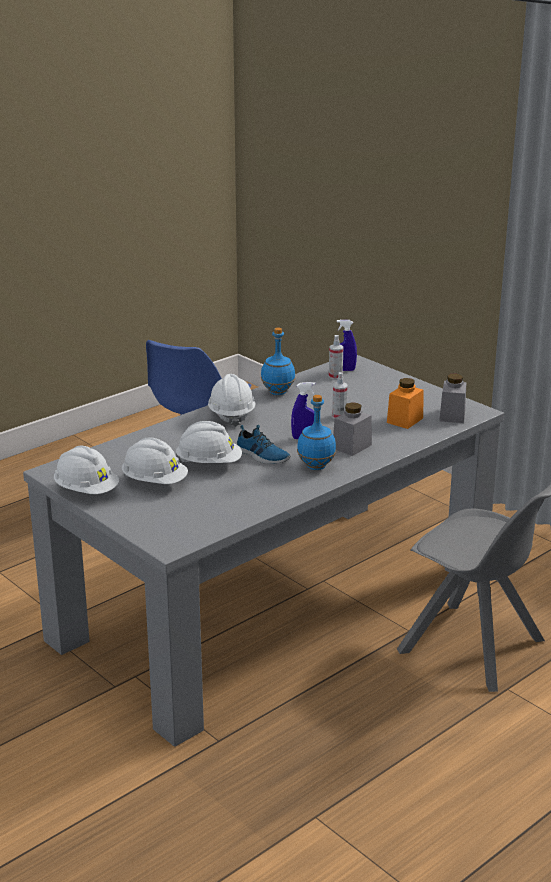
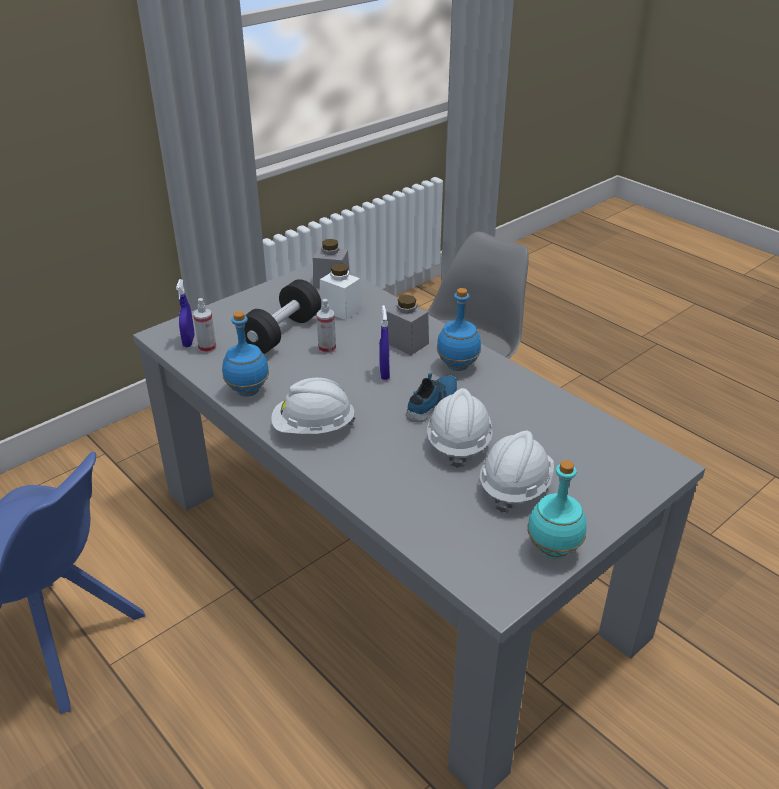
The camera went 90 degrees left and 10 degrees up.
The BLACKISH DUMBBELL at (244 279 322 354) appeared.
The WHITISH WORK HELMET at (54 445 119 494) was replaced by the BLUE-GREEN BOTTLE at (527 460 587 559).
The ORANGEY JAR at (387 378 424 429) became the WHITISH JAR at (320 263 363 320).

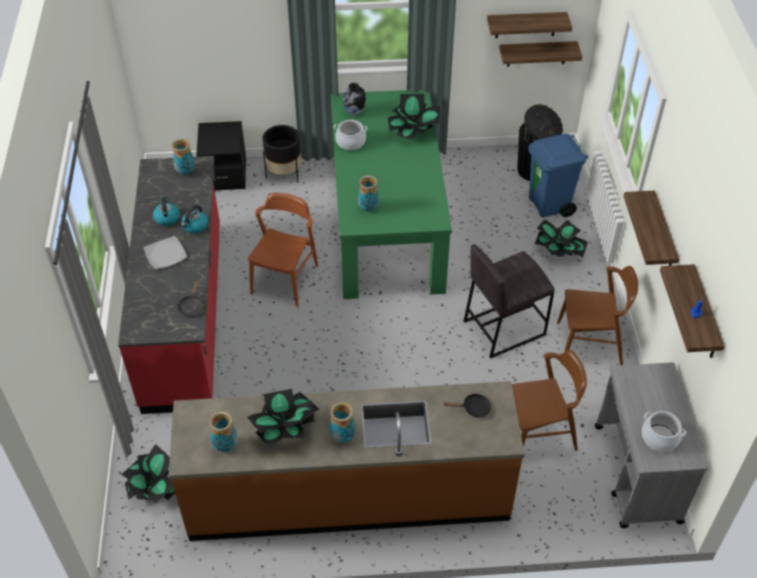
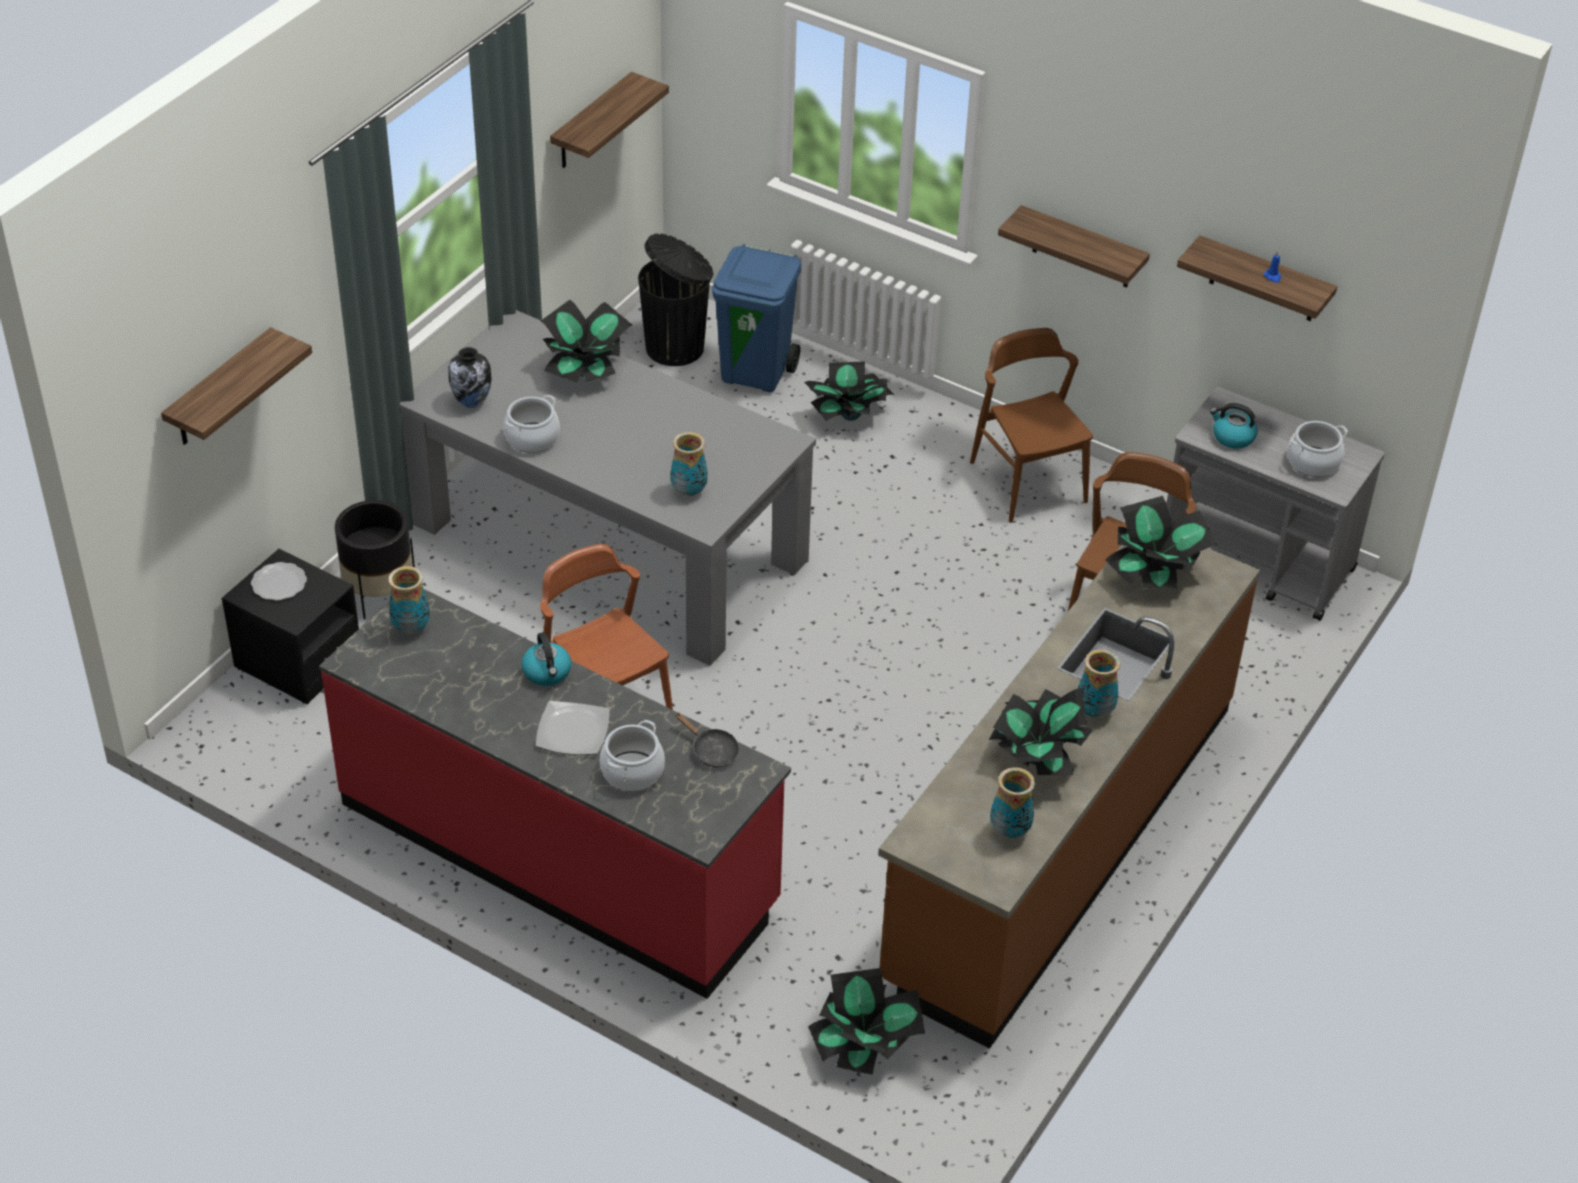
The camera went 55 degrees left and 5 degrees down.
The GRAY STOOL SEAT at (463 244 555 358) disappeared.
The PLATE at (251 562 307 601) appeared.
The STOCKPOT at (599 720 665 791) appeared.
The KETTLE moved from (153 196 180 226) to (1210 403 1258 449).
The WALL SHELF moved from (499 41 582 66) to (161 327 312 445).
The BLACKISH PAN at (443 394 491 418) was replaced by the PLANT IN A POT at (1105 496 1217 590).
The GREEN-COLOURED KITCHEN TABLE at (331 90 452 299) became the GRAY KITCHEN TABLE at (400 310 816 666).
The BROWN-COLOURED UPRIGHT CHAIR at (557 266 638 365) turned 60 degrees counterclockwise.

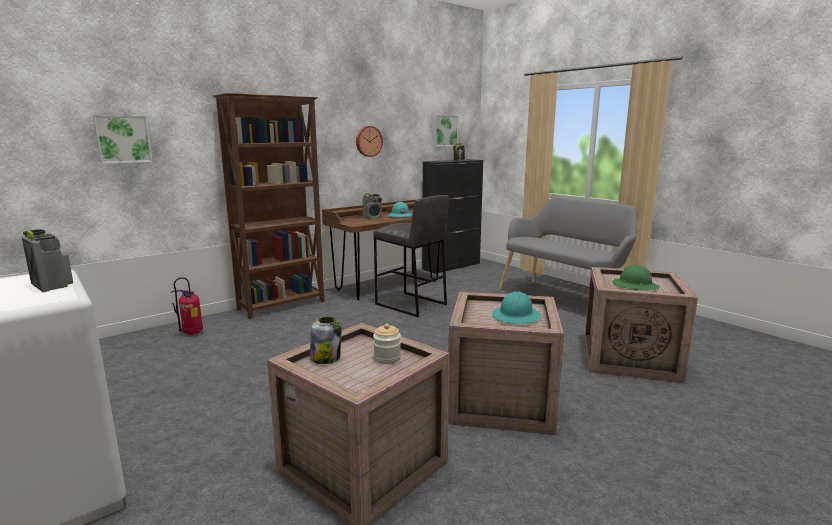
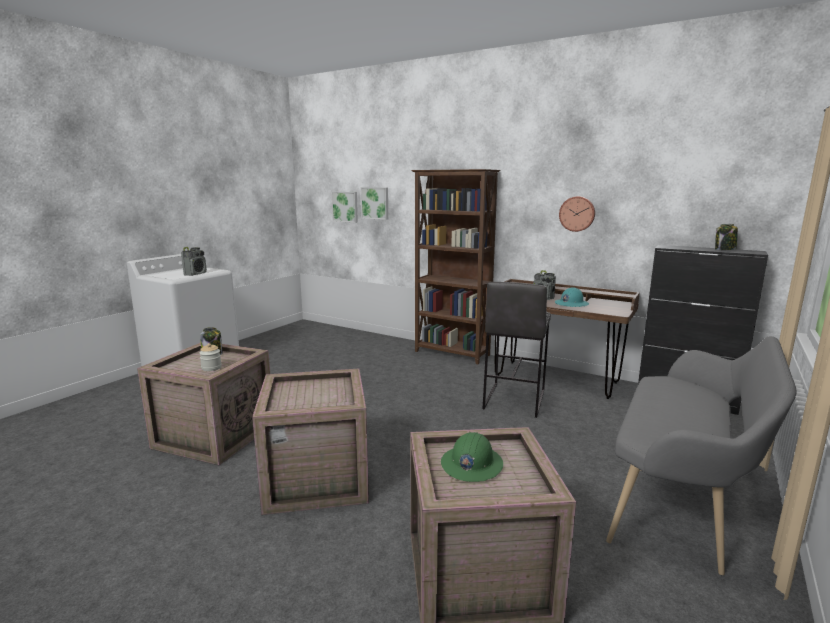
The camera went 70 degrees right and 0 degrees up.
The EXTINGUISHER at (171 277 203 335) disappeared.
The BLUE-GREEN WORK HELMET at (492 291 541 324) disappeared.
The WALL ART moved from (433 115 458 147) to (331 192 358 223).

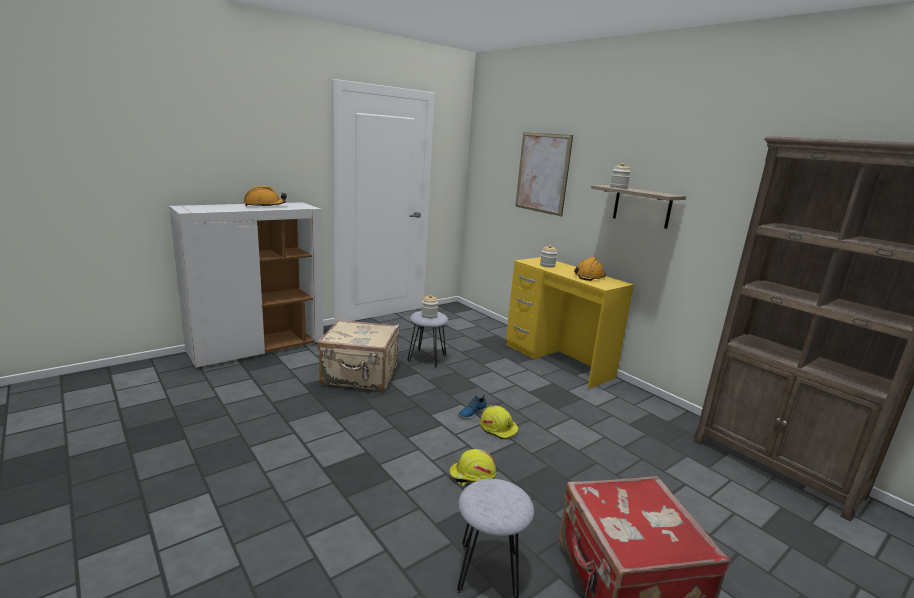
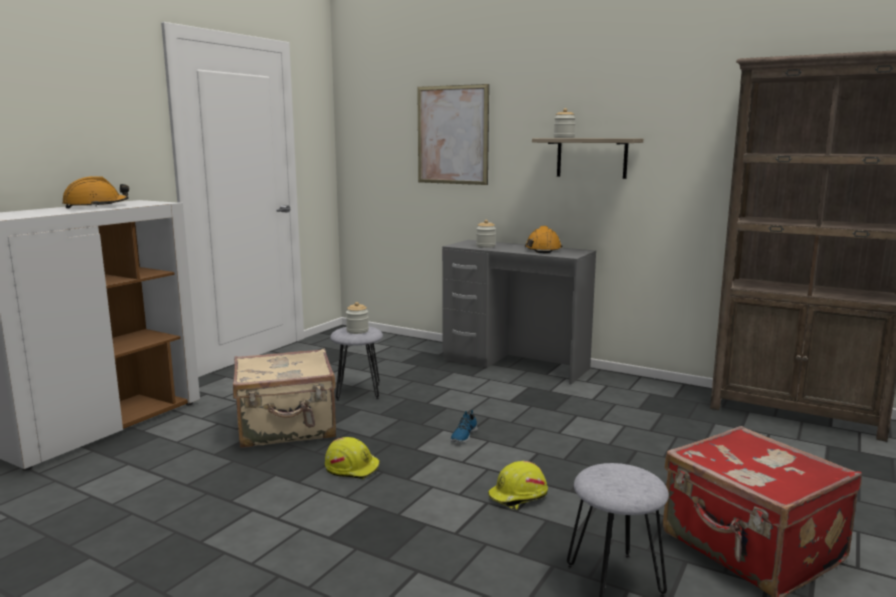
The camera went 20 degrees left and 5 degrees down.
The YELLOWISH WORK HELMET moved from (480 406 519 440) to (325 437 380 479).
The YELLOWISH DESK TABLE at (506 257 634 389) became the GRAY DESK TABLE at (442 240 596 385).

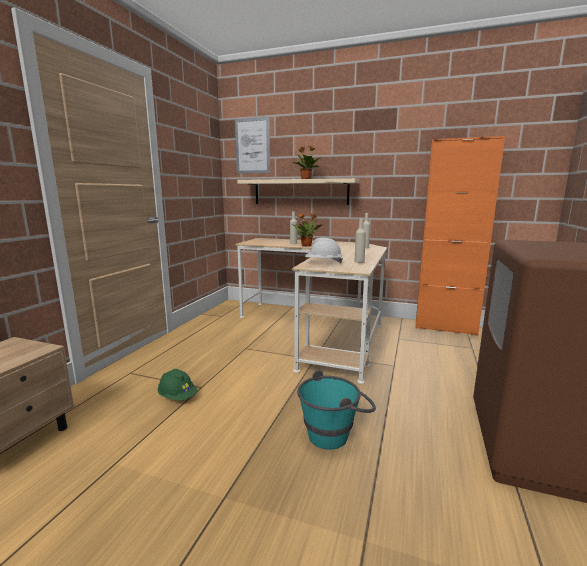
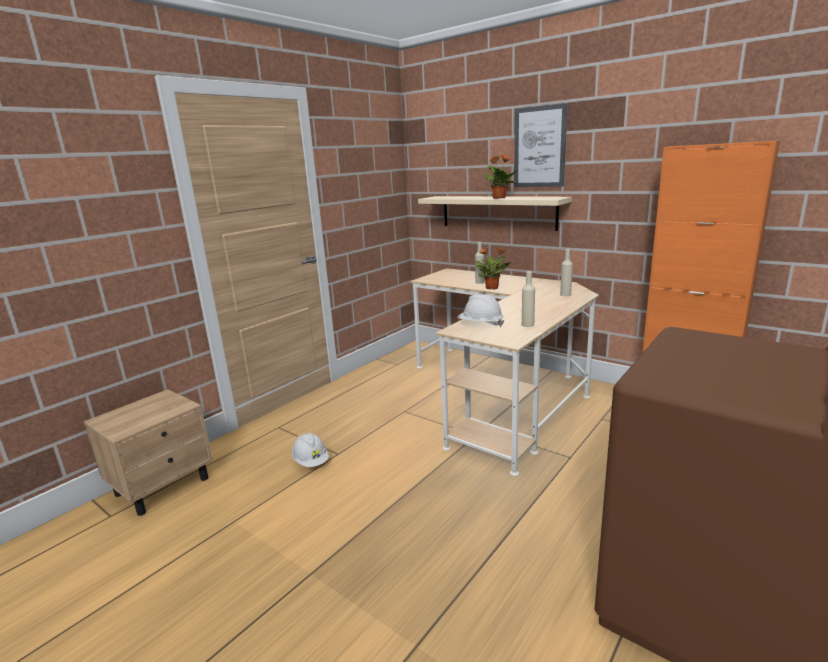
The camera went 20 degrees right and 5 degrees up.
The BLUE-GREEN WATER BUCKET at (297 370 376 450) disappeared.
The WALL ART moved from (235 117 270 174) to (514 103 567 187).
The GREEN-COLOURED WORK HELMET at (158 369 197 401) became the WHITISH WORK HELMET at (292 433 329 467).

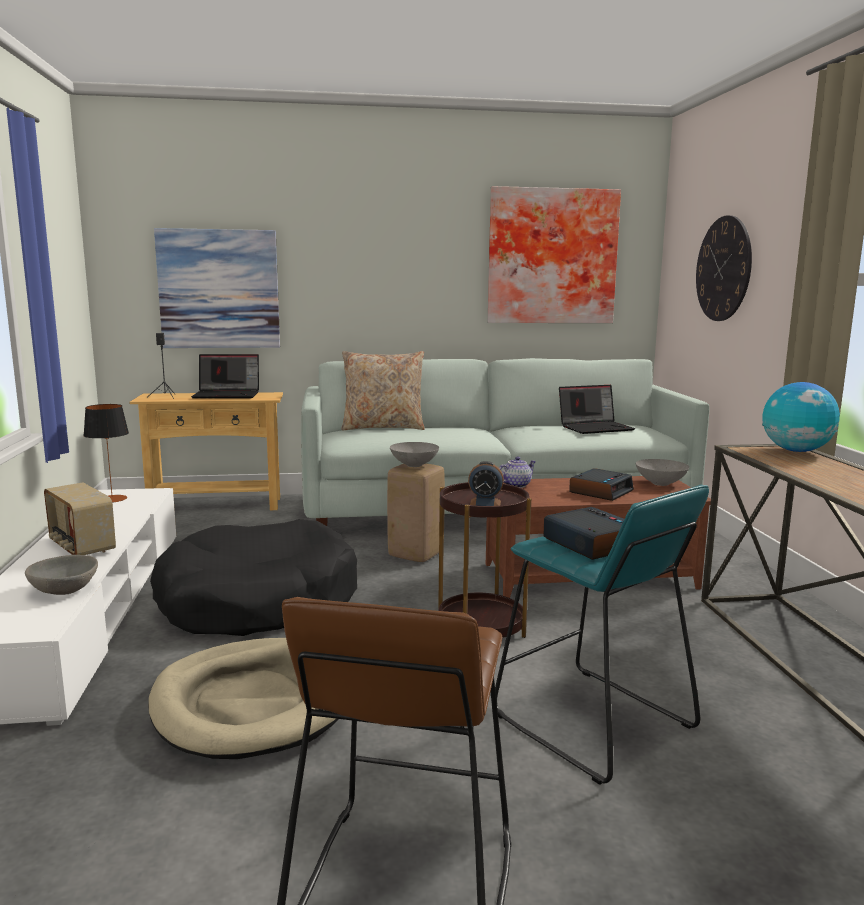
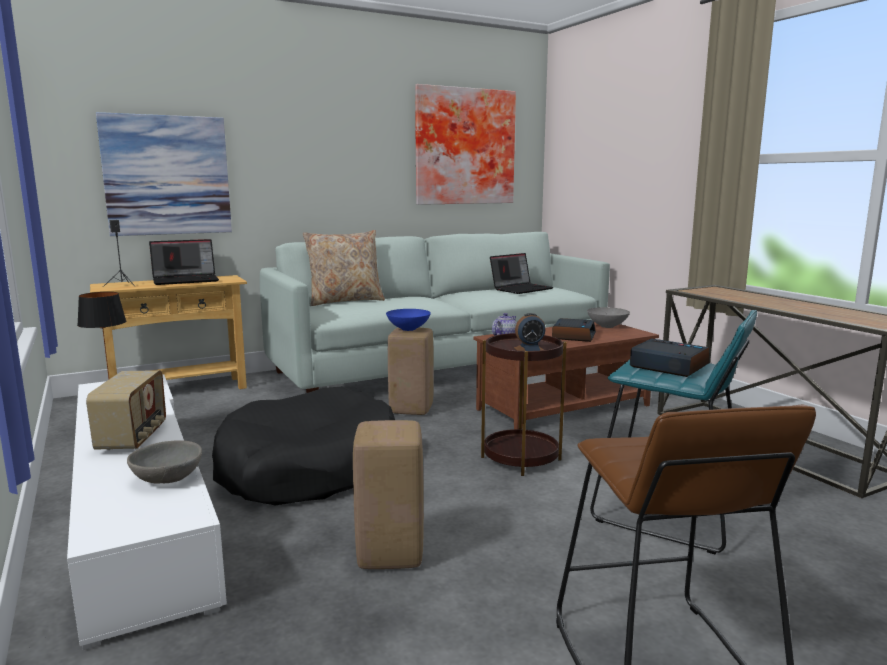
The camera went 20 degrees left and 0 degrees up.
The WALL CLOCK at (696 215 752 321) disappeared.
The DESK GLOBE at (762 382 840 452) disappeared.
The BEIGE-COLOURED PET BED at (148 638 338 759) was replaced by the BEIGE-COLOURED STOOL SEAT at (353 420 424 569).
The GRAY SERVING BOWL at (390 442 439 467) became the BLUE-COLOURED SERVING BOWL at (386 309 431 331).
The RADIO SET at (44 483 116 555) turned 120 degrees counterclockwise.

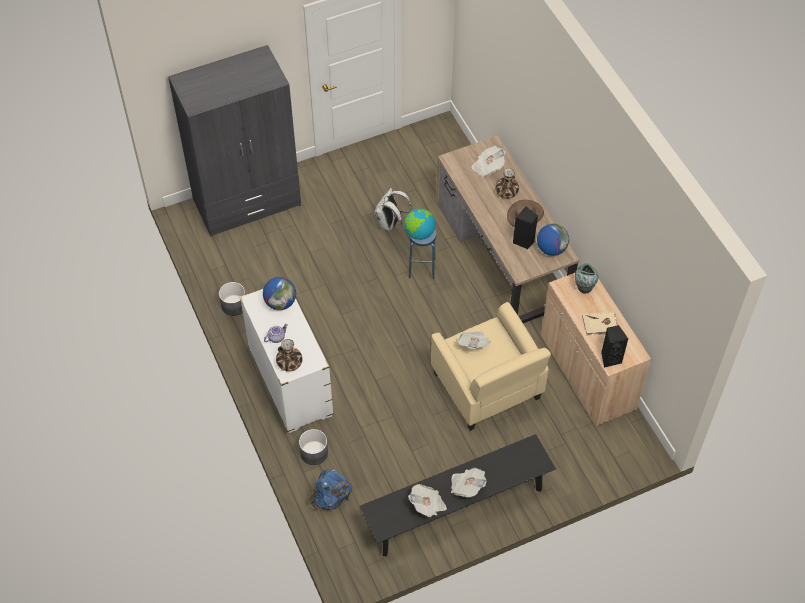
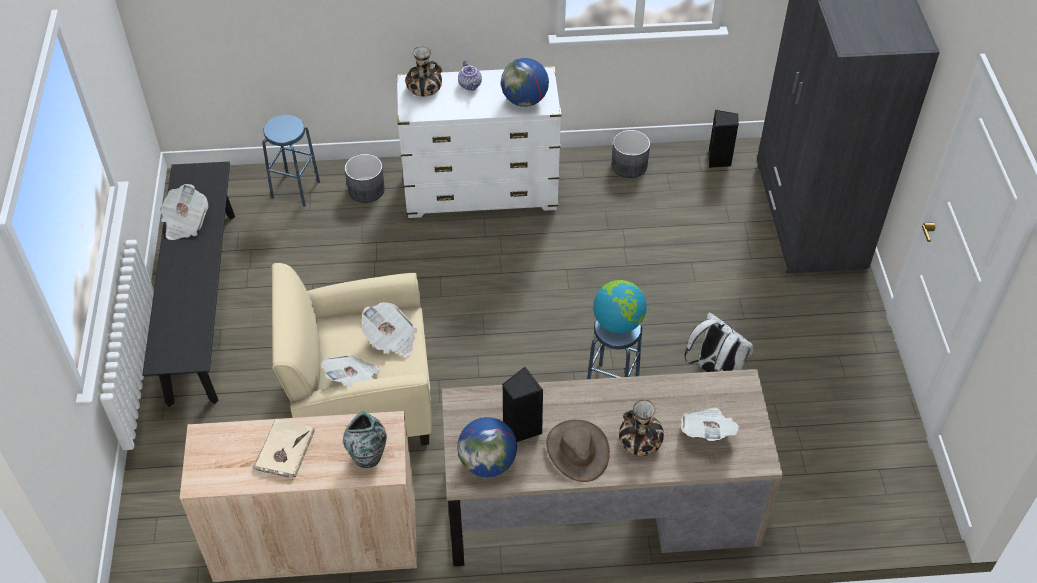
The camera went 110 degrees right and 5 degrees down.
The PRINTED PAPER moved from (451 468 486 498) to (321 355 381 387).
The BLACKISH LOUDSPEAKER moved from (601 325 628 368) to (709 110 739 168).
The BLUE-COLOURED KNAPSACK at (309 469 352 510) was replaced by the BLUE-COLOURED STOOL SEAT at (262 115 320 207).

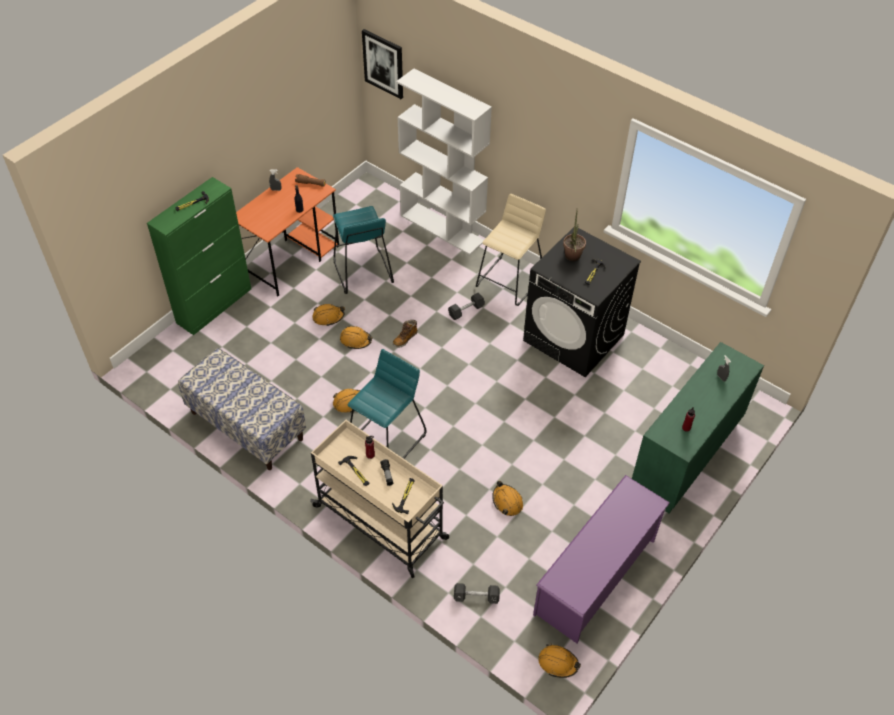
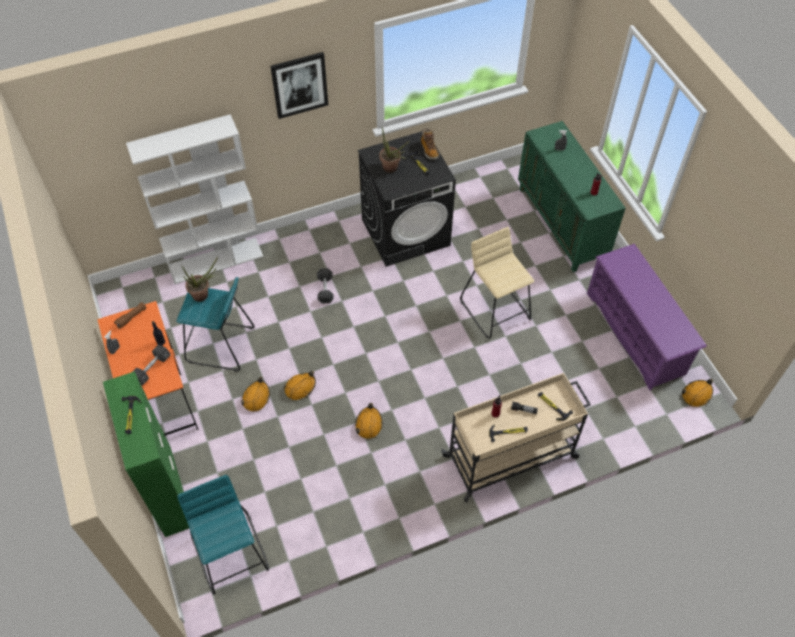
The camera went 60 degrees left and 5 degrees up.
The LONG SEAT at (178 348 306 470) disappeared.
The ORANGEY WORK HELMET at (492 481 523 516) disappeared.
The PLANT IN A POT at (182 257 218 302) appeared.
The BLUE-GREEN STOOL SEAT moved from (348 349 427 459) to (177 475 269 595).
The WALL ART moved from (362 29 403 99) to (270 52 328 119).
The TALL BOOT moved from (393 320 418 348) to (421 129 439 160).
The BLACKISH DUMBBELL moved from (454 583 500 604) to (133 344 170 386).
The BEIGE-COLOURED STOOL SEAT moved from (476 194 546 306) to (460 227 534 339).

